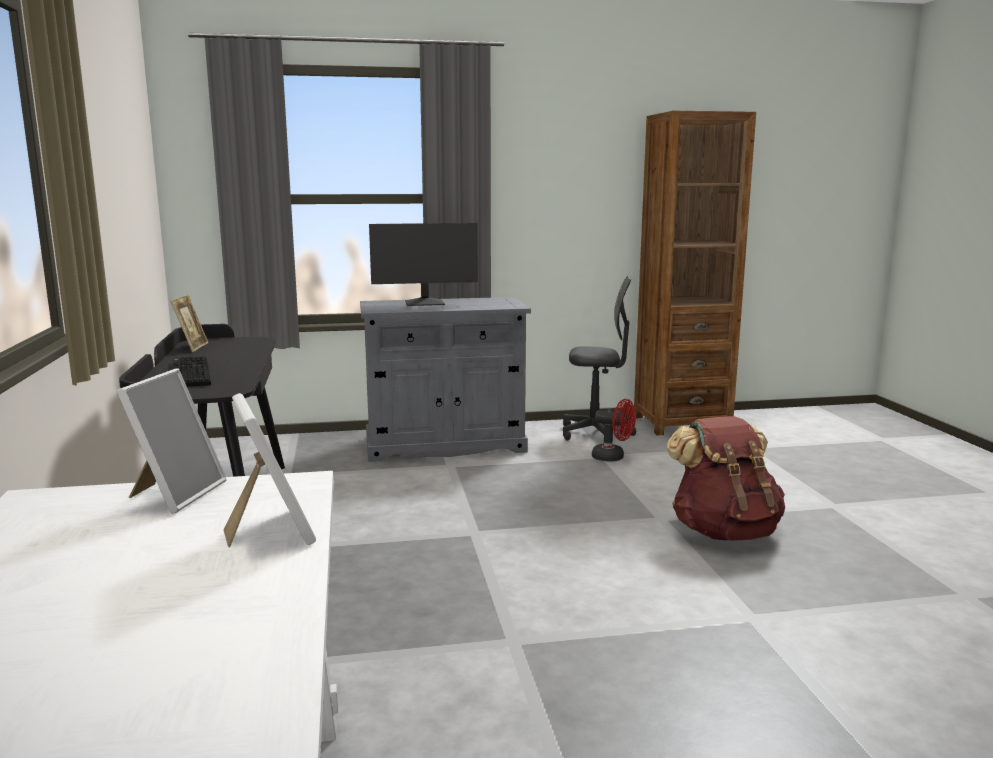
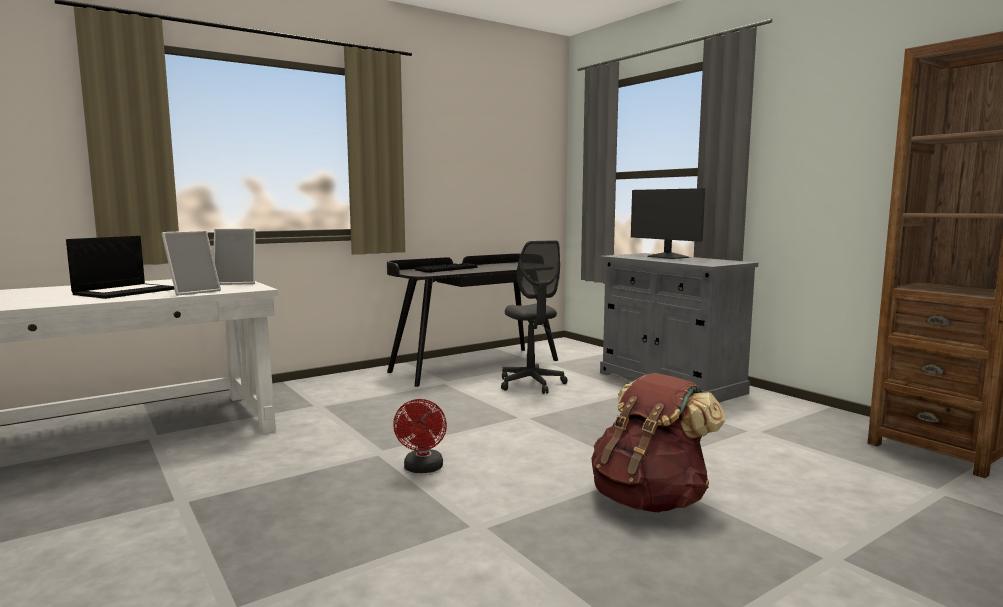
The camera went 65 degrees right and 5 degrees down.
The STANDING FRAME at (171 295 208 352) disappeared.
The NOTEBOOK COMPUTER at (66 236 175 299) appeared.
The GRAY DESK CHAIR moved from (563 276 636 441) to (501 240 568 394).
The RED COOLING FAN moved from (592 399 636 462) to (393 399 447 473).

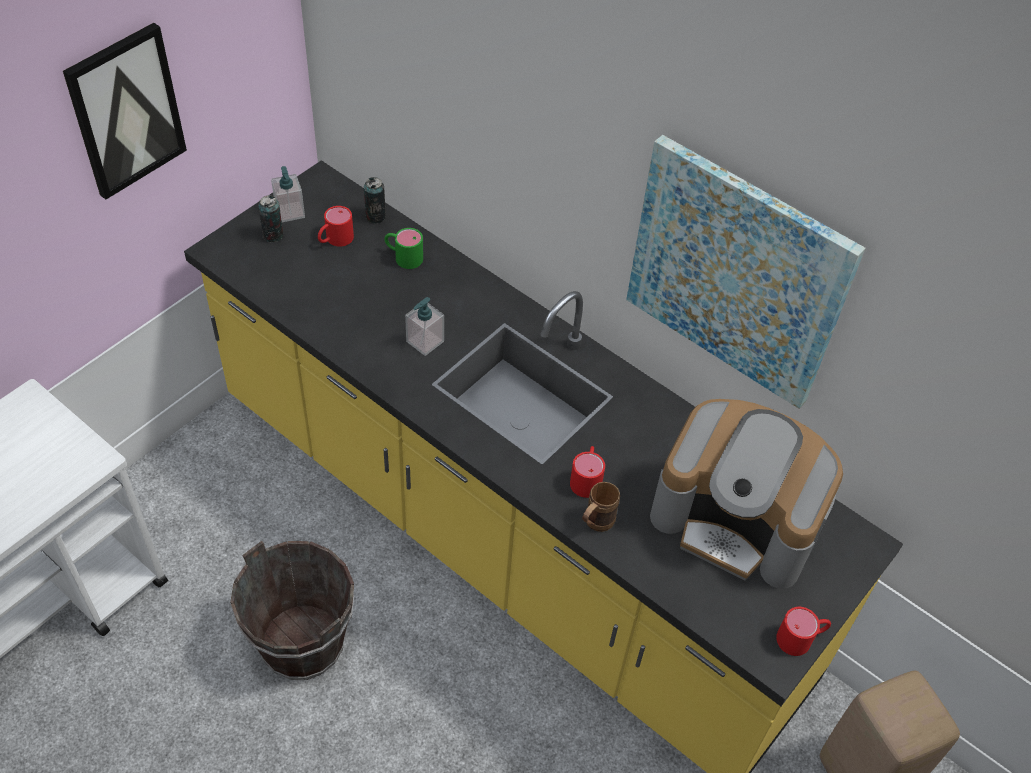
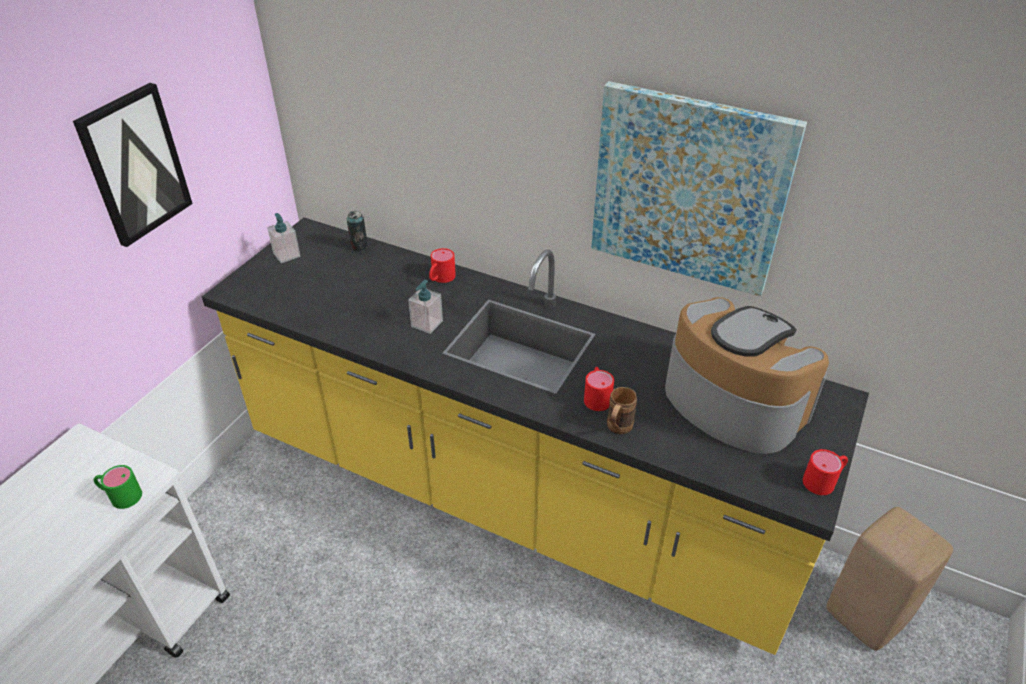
The camera went 10 degrees left and 10 degrees down.
The BROWN-COLOURED WATER BUCKET at (230 541 354 680) disappeared.
The METAL CAN at (258 195 283 242) disappeared.
The RED MUG moved from (318 206 354 247) to (429 248 456 283).
The GREEN-COLOURED MUG moved from (384 228 423 269) to (94 465 142 509).
The COFFEE MACHINE at (650 399 843 589) turned 150 degrees counterclockwise.

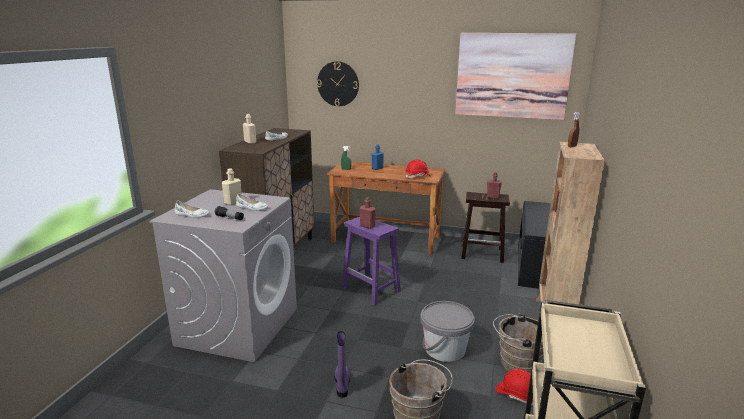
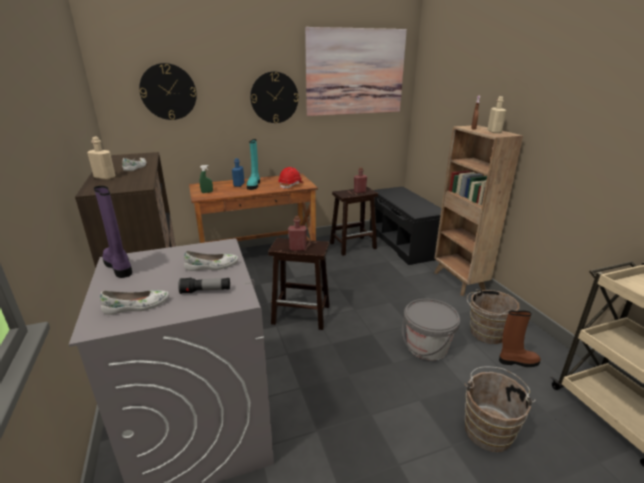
The camera went 35 degrees left and 5 degrees up.
The BLUE-GREEN TALL BOOT at (247 139 260 190) appeared.
The WALL CLOCK at (250 71 299 123) appeared.
The BEIGE-COLOURED BOTTLE moved from (222 168 241 205) to (487 96 506 133).
The PURPLE-COLOURED TALL BOOT moved from (335 331 350 398) to (94 186 132 278).
The RED WORK HELMET at (496 369 533 406) was replaced by the BROWN-COLOURED TALL BOOT at (499 311 541 367).
The PURPLE-COLOURED STOOL SEAT at (342 217 401 305) became the BROWN-COLOURED STOOL SEAT at (268 238 330 330).

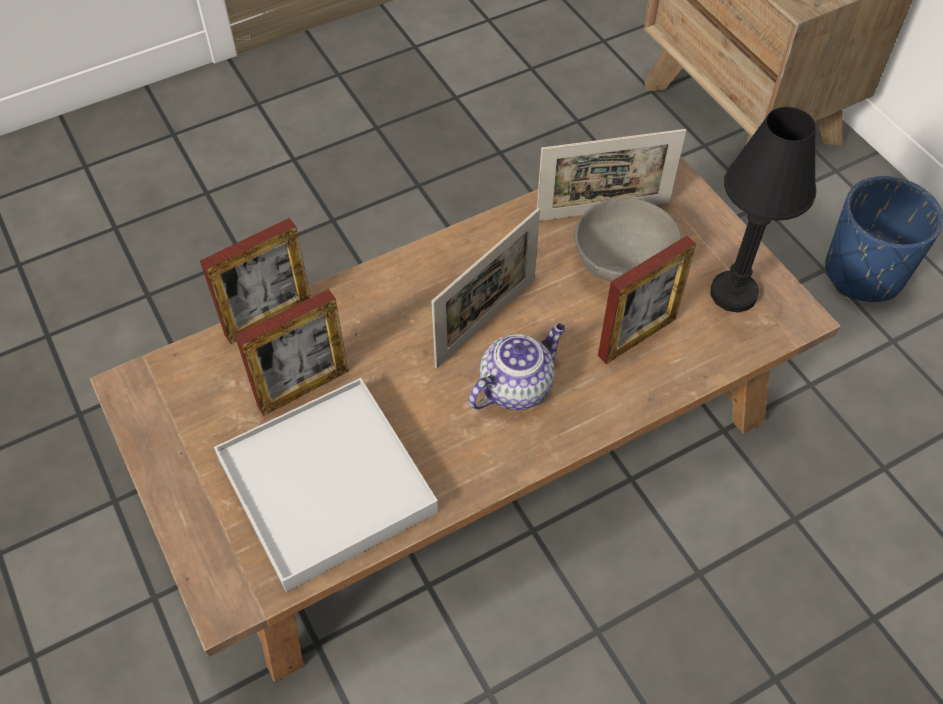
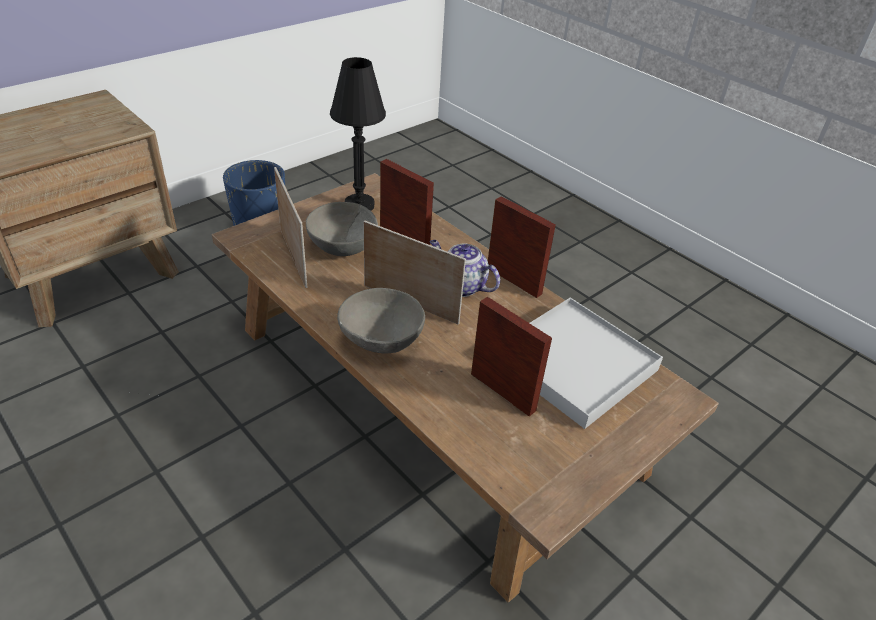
The camera went 105 degrees left and 15 degrees down.
The GRAY SERVING BOWL at (337 288 425 353) appeared.
The STANDING FRAME moved from (200 218 311 344) to (488 196 556 298).

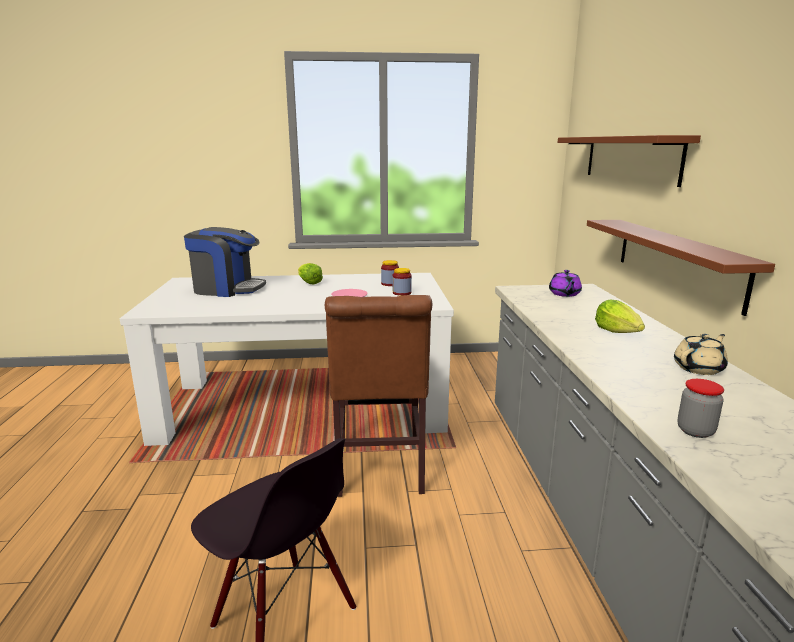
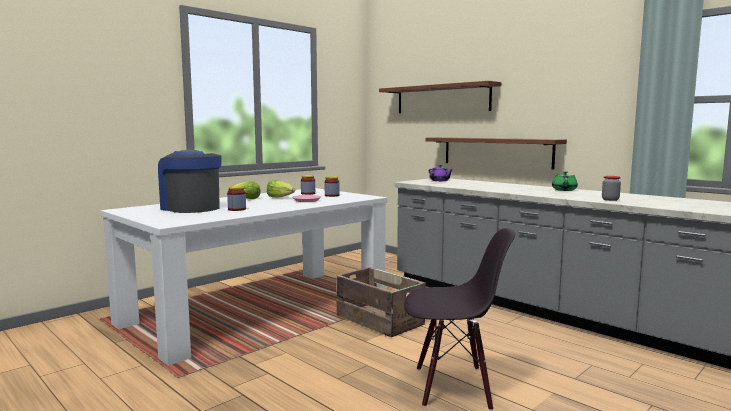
The camera went 40 degrees left and 10 degrees down.
The JAR at (227 186 246 211) appeared.
The HEAD OF LETTUCE moved from (595 300 645 333) to (267 180 295 198).
The BROWN-COLOURED UPRIGHT CHAIR at (325 295 432 497) was replaced by the CRATE at (336 267 426 337).
The BEIGE-COLOURED POT FOR TEA at (674 334 728 375) became the GREEN-COLOURED POT FOR TEA at (552 171 578 191).
The COFFEE MACHINE at (184 227 266 297) turned 105 degrees counterclockwise.

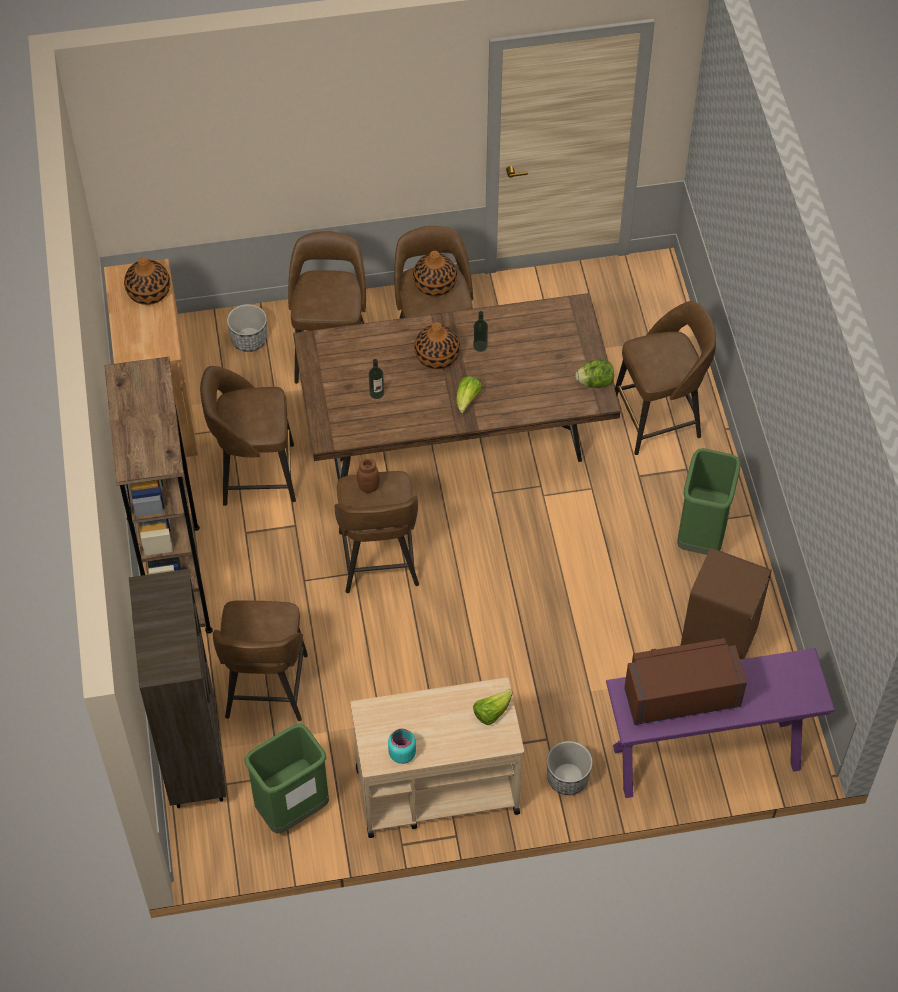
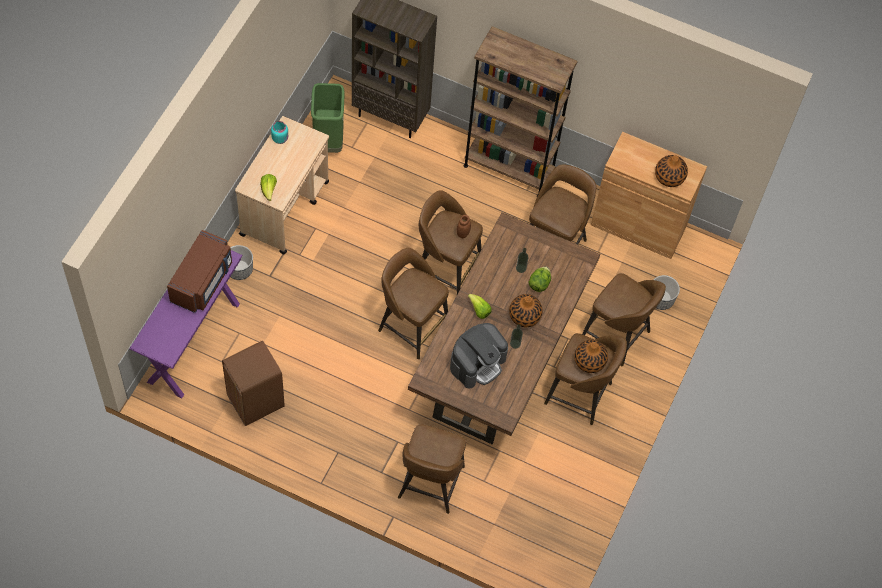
The camera went 120 degrees right and 5 degrees up.
The GREEN-COLOURED TRASH CAN at (677 448 741 555) disappeared.
The COFFEE MACHINE at (450 323 508 388) appeared.
The BROWN-COLOURED STOOL SEAT moved from (213 600 308 721) to (378 248 449 359).
The HEAD OF LETTUCE moved from (575 359 614 388) to (528 267 551 292).

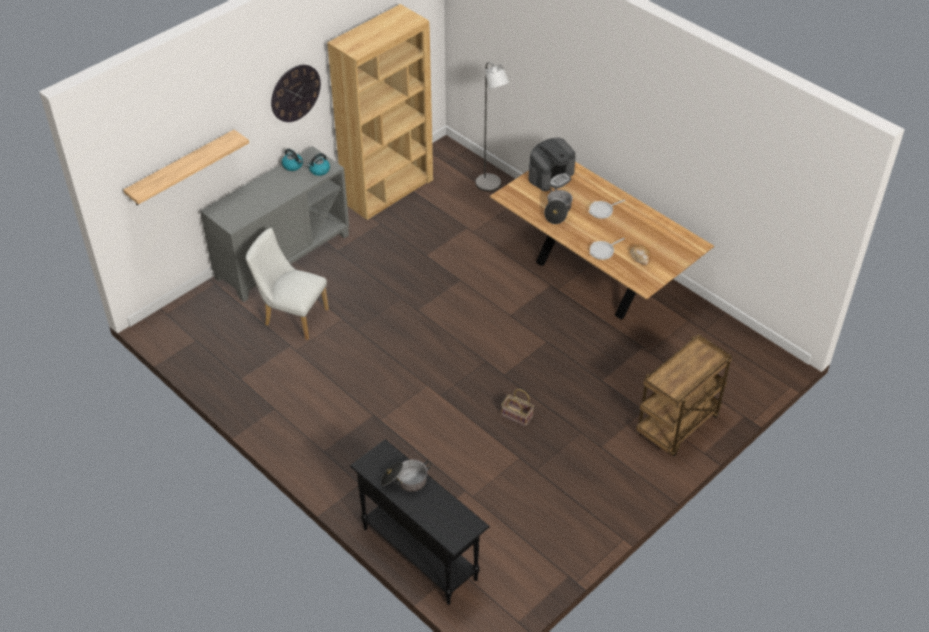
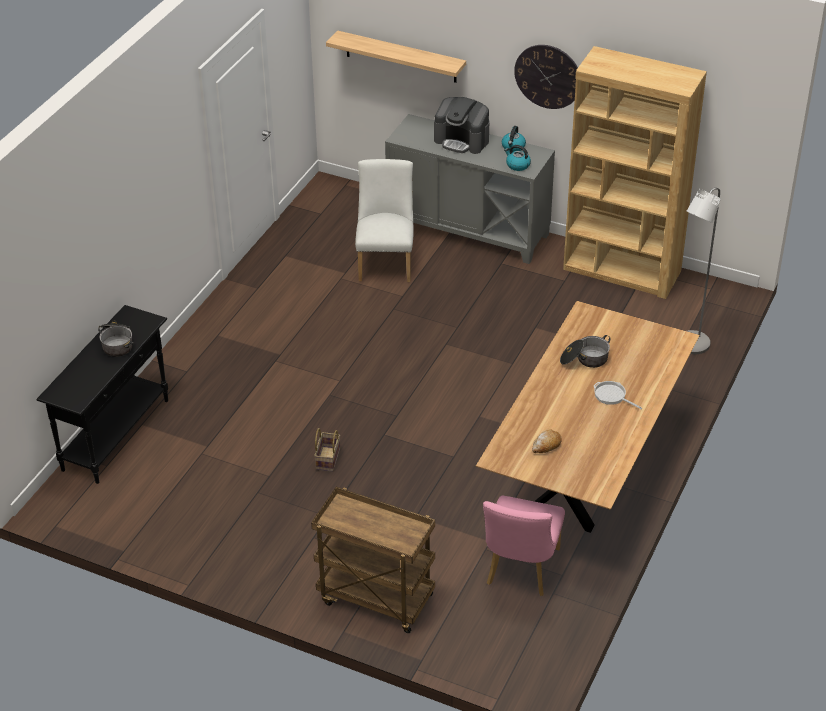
The camera went 70 degrees right and 5 degrees down.
The PAN at (589 238 625 260) disappeared.
The PINK UPRIGHT CHAIR at (483 496 565 596) appeared.
The COFFEE MACHINE moved from (528 138 575 191) to (434 97 489 154).

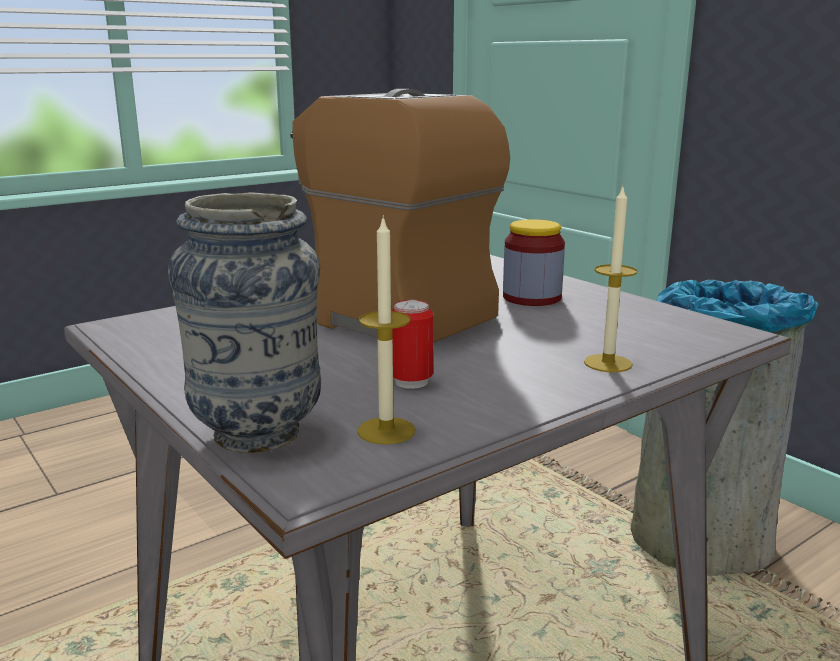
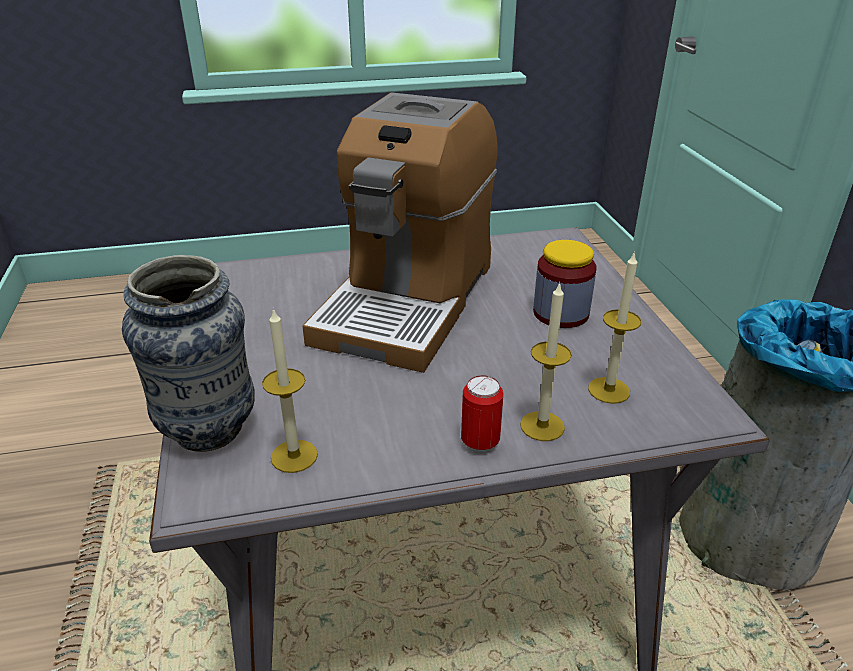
The camera went 25 degrees right and 15 degrees up.
The WAX CANDLE at (588 251 641 404) appeared.
The METAL CAN moved from (392 300 434 389) to (461 376 503 453).
The COFFEE MACHINE at (290 89 510 343) turned 135 degrees counterclockwise.

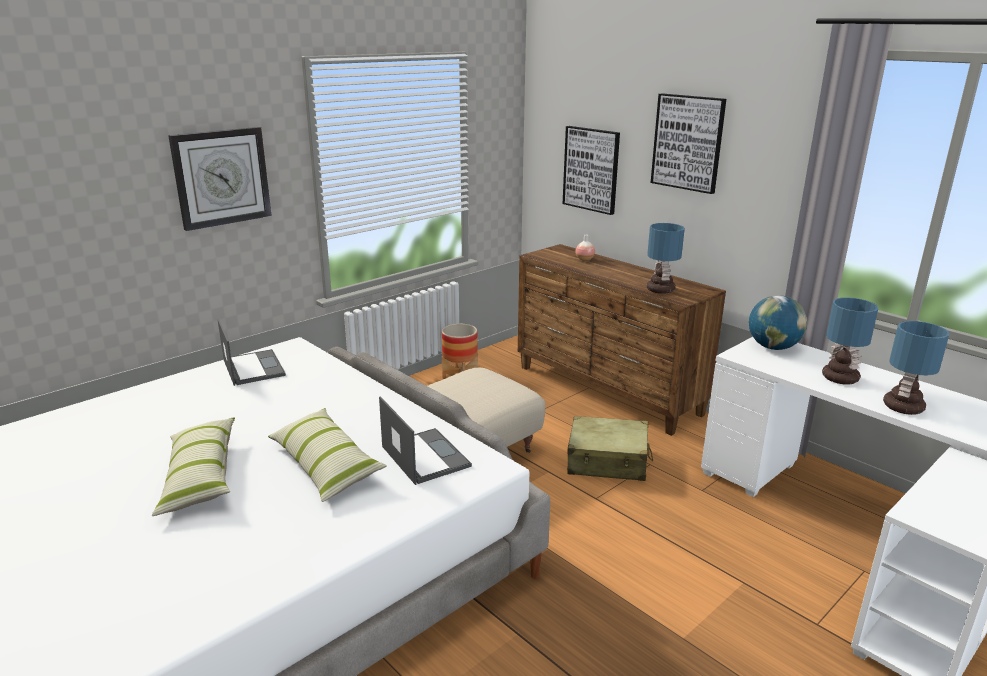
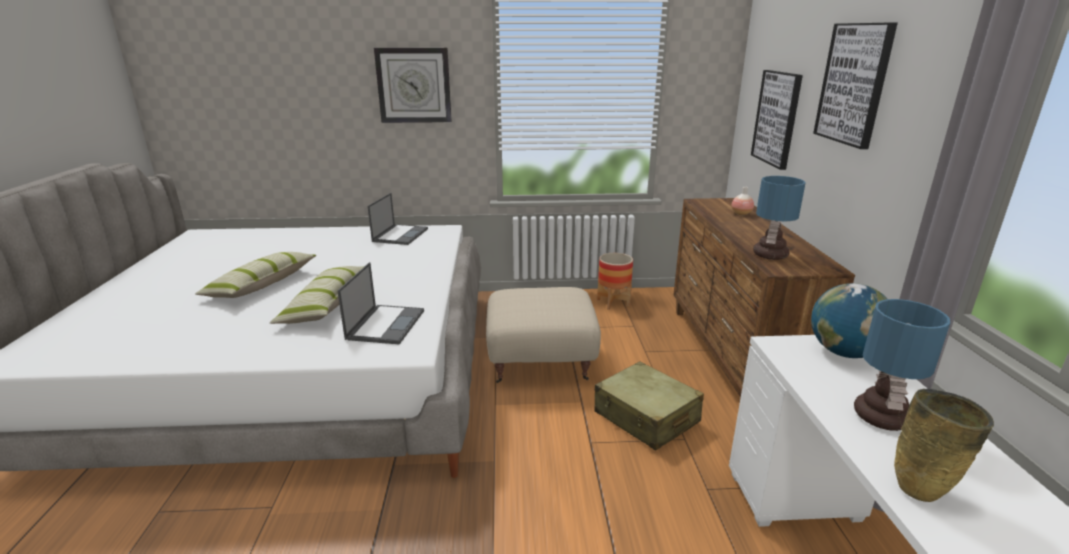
The camera went 40 degrees right and 0 degrees up.
The TABLETOP LAMP at (883 321 949 415) was replaced by the BEIGE-COLOURED VASE at (894 389 994 502).

